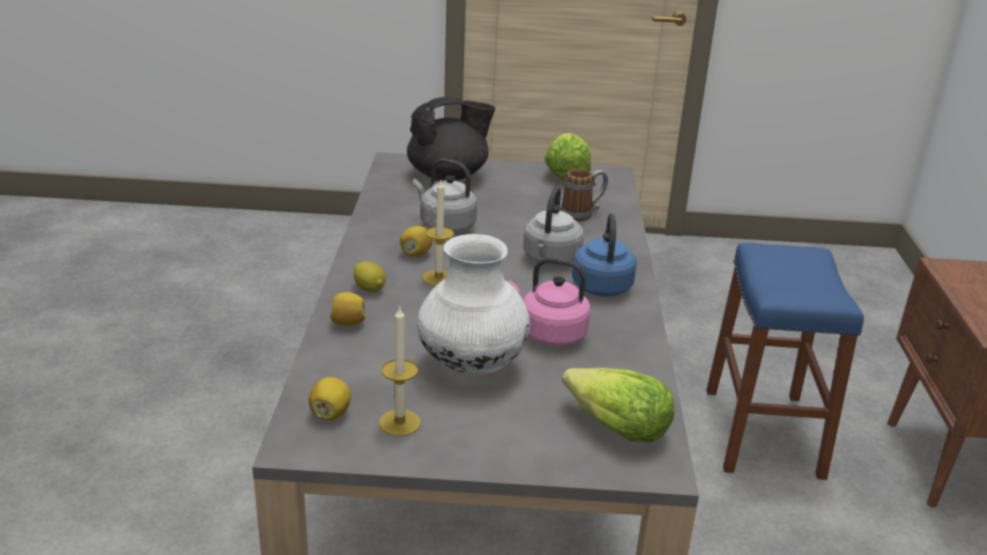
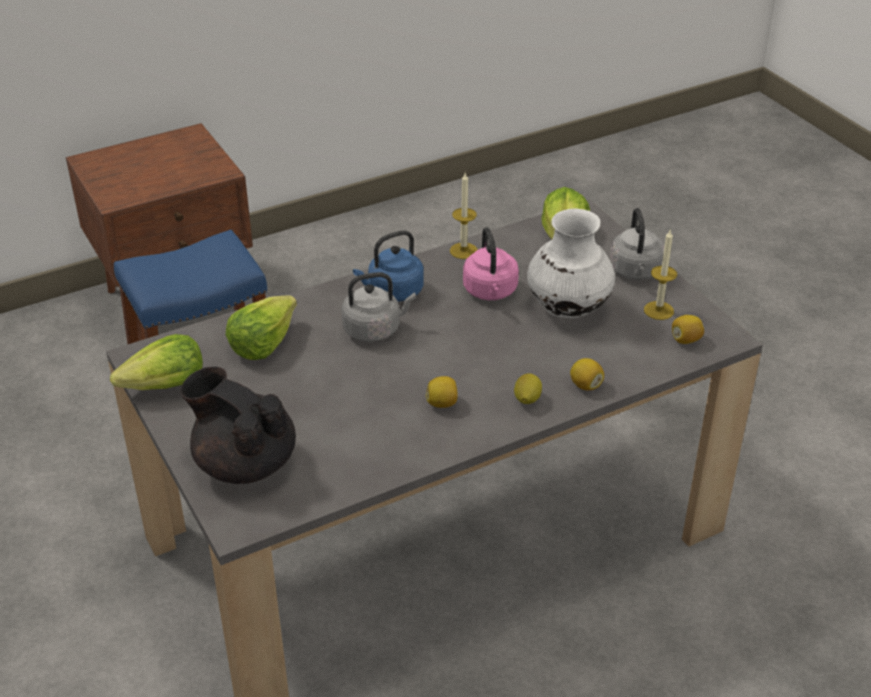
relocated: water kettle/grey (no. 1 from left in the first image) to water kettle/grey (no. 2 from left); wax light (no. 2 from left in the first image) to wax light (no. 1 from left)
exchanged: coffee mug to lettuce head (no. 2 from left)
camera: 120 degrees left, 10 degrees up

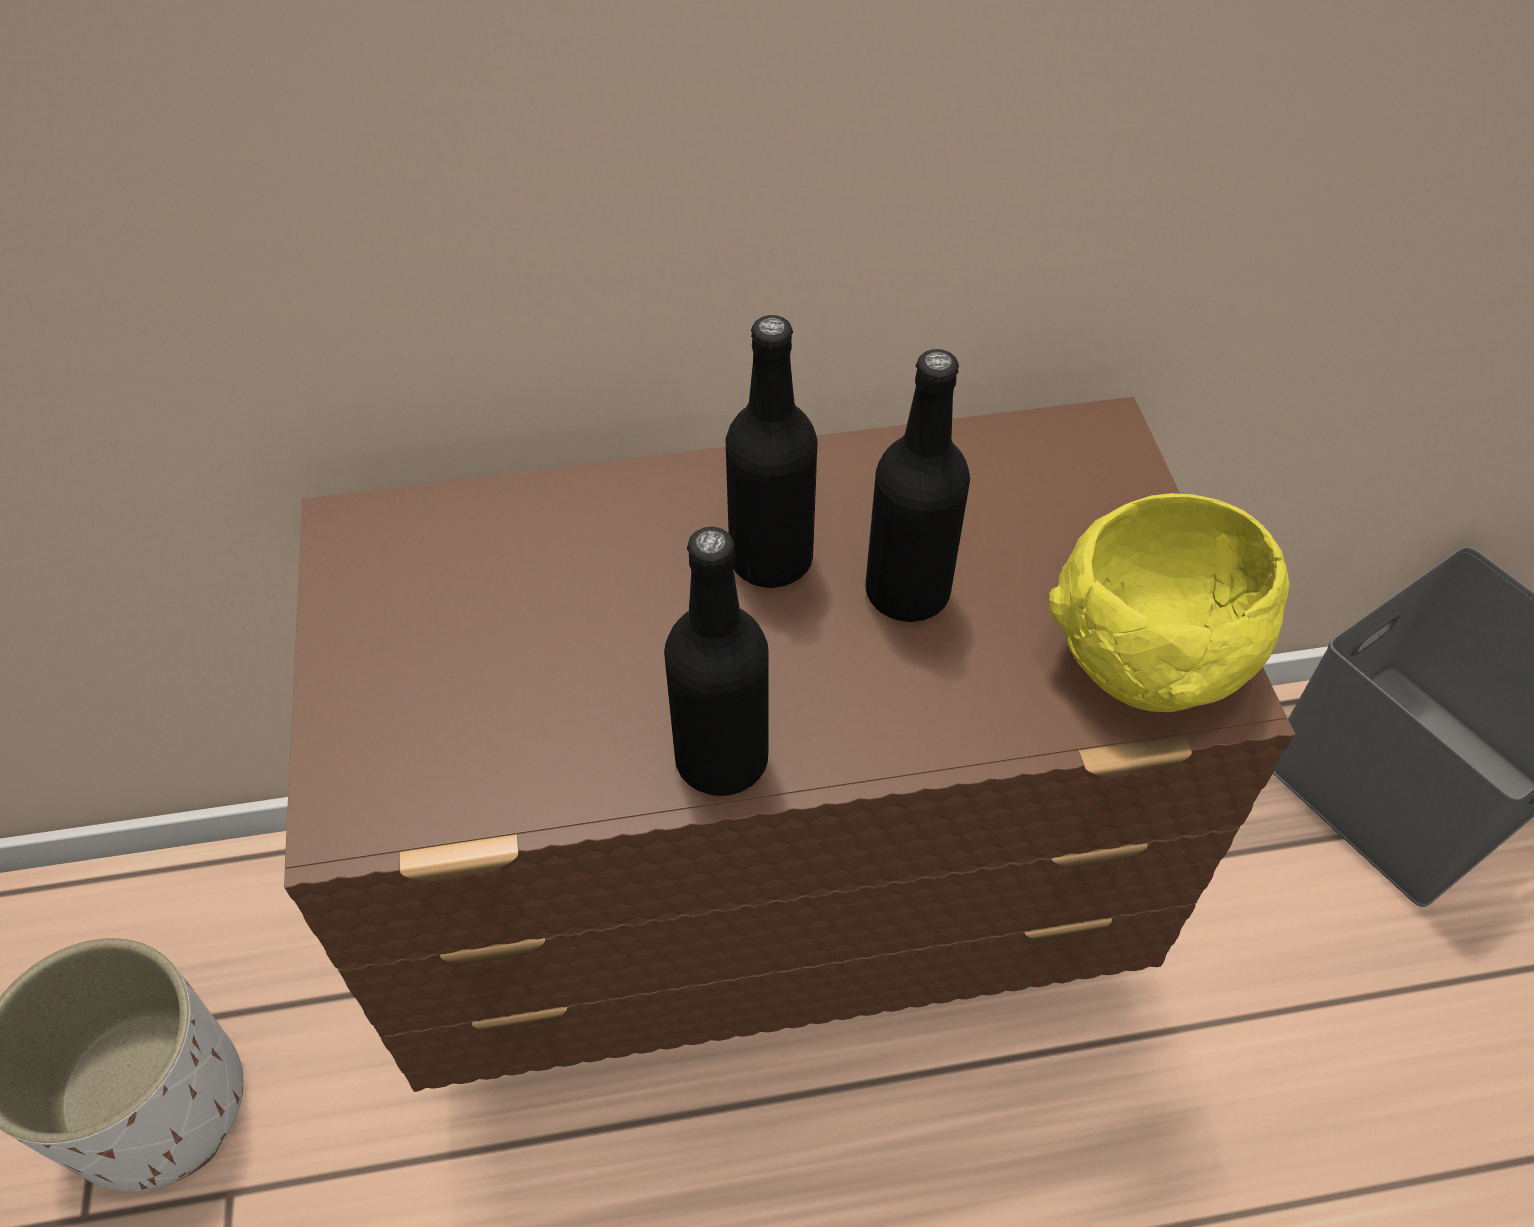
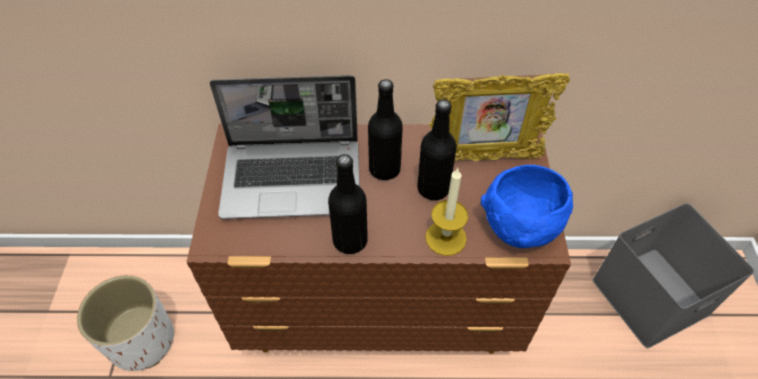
appeared: portable computer; wax light; photo frame
colour: deep dish/yellowish to deep dish/blue
camera: 10 degrees right, 0 degrees up

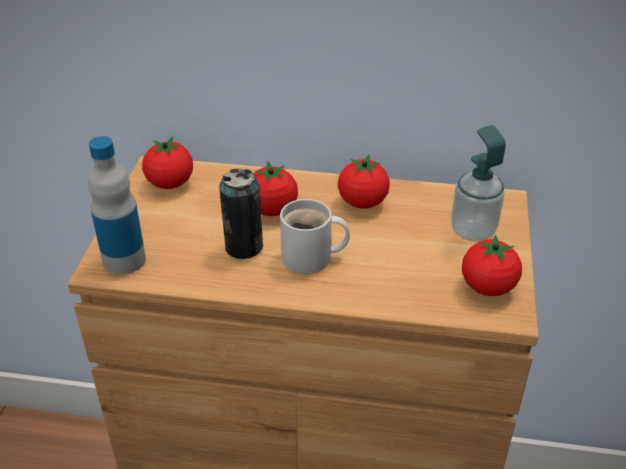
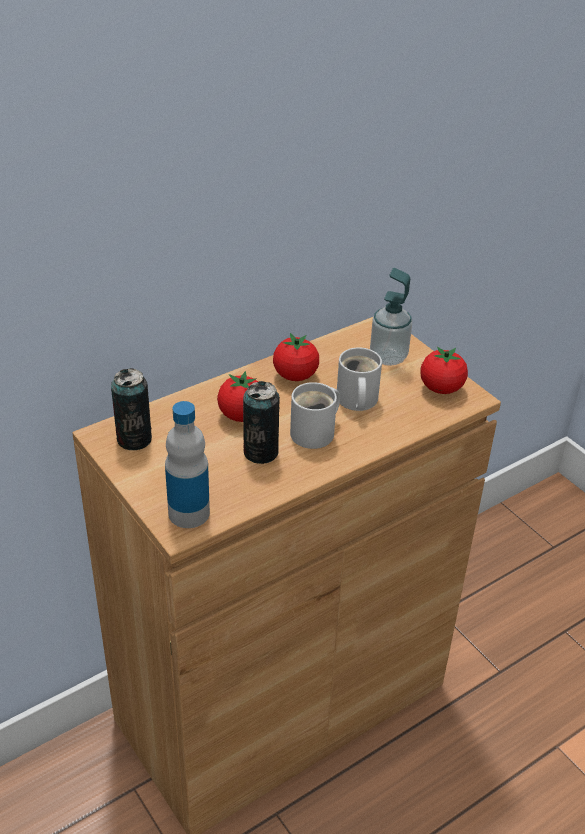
appeared: coffee mug/white-coloured (no. 2 from left)
exchanged: tomato (no. 1 from left) to sealed can (no. 1 from left)
camera: 45 degrees left, 0 degrees up

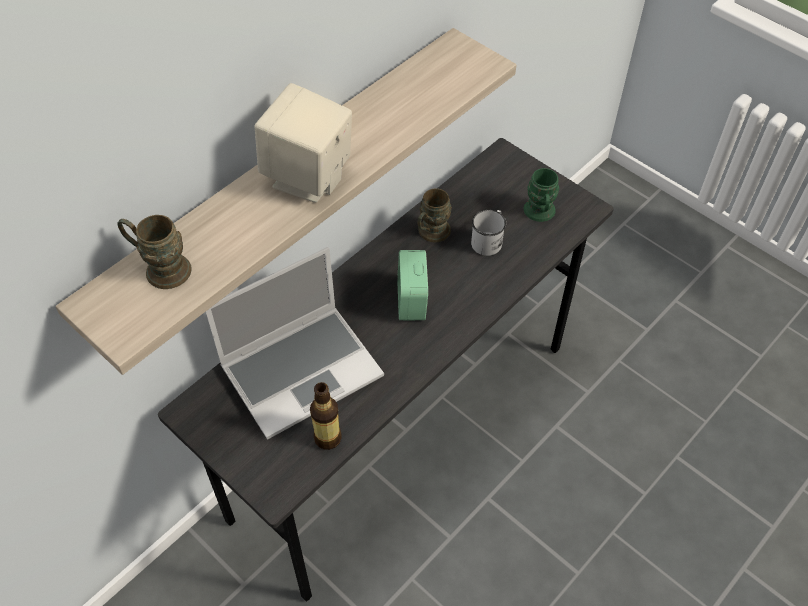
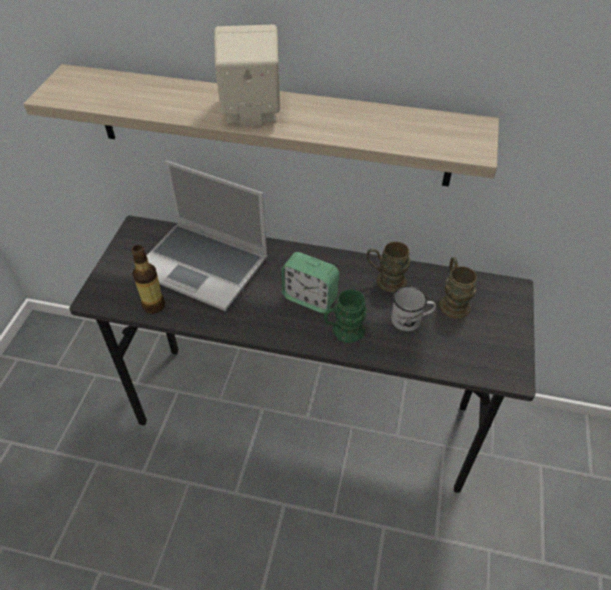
relocated: coffee mug/brown-coloured (no. 1 from left in the first image) to coffee mug/brown-coloured (no. 2 from left); coffee mug/greenish
spun: table clock 120 degrees counterclockwise
camera: 60 degrees right, 5 degrees down

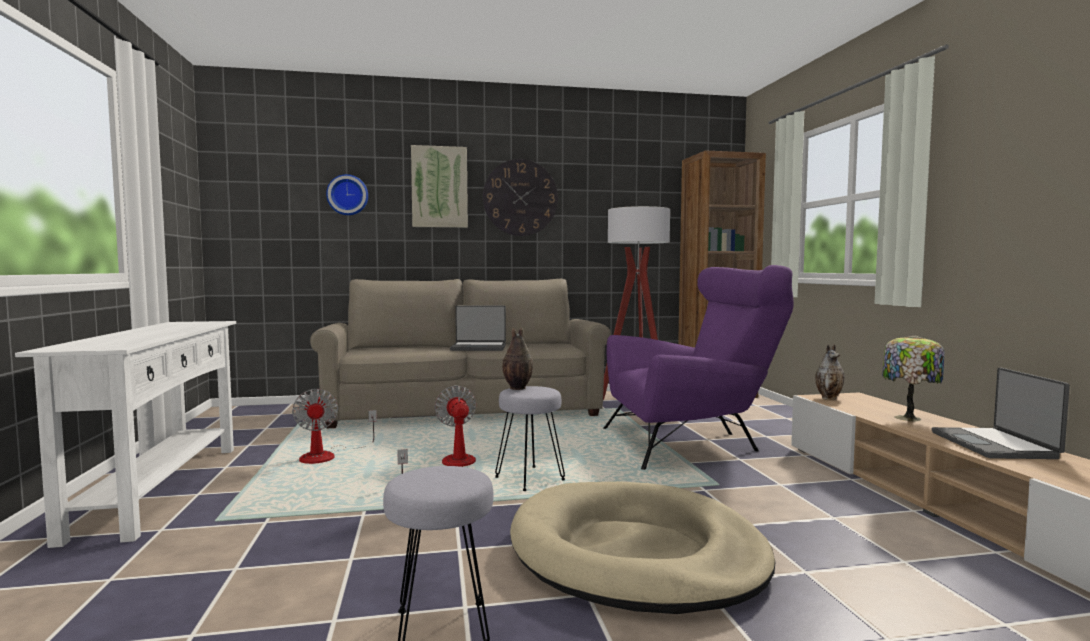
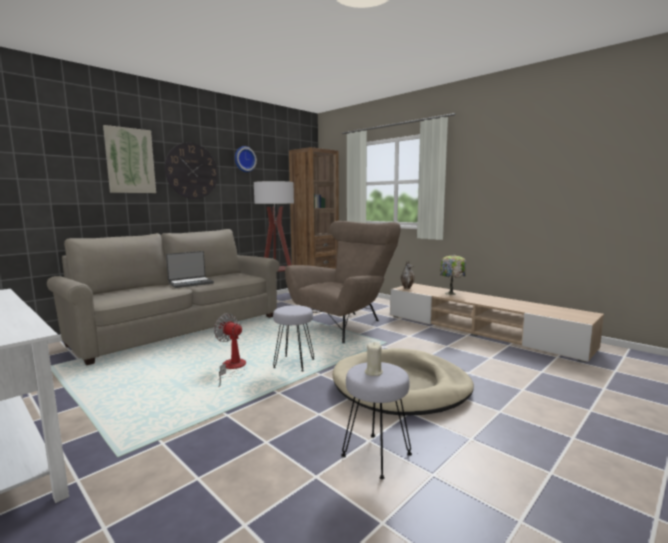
missing: cooling fan (no. 1 from left); flower vase (no. 1 from left); portable computer (no. 2 from left)
appeared: wax light/beige
relocated: hanging clock (no. 1 from left in the first image) to hanging clock (no. 2 from left)
colour: armchair/purple-coloured to armchair/brown-coloured
camera: 35 degrees left, 5 degrees up

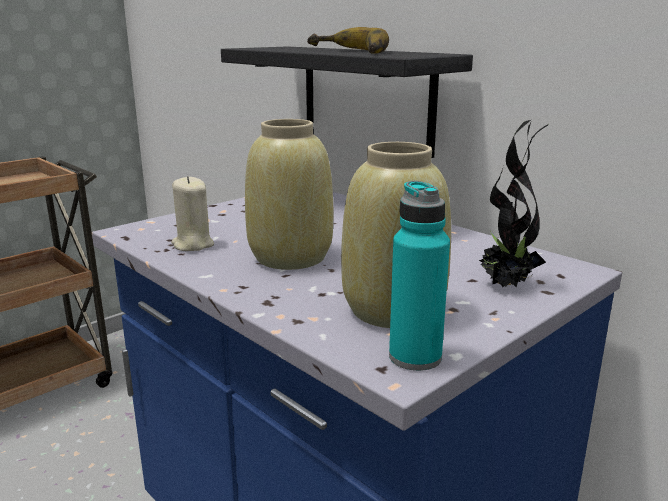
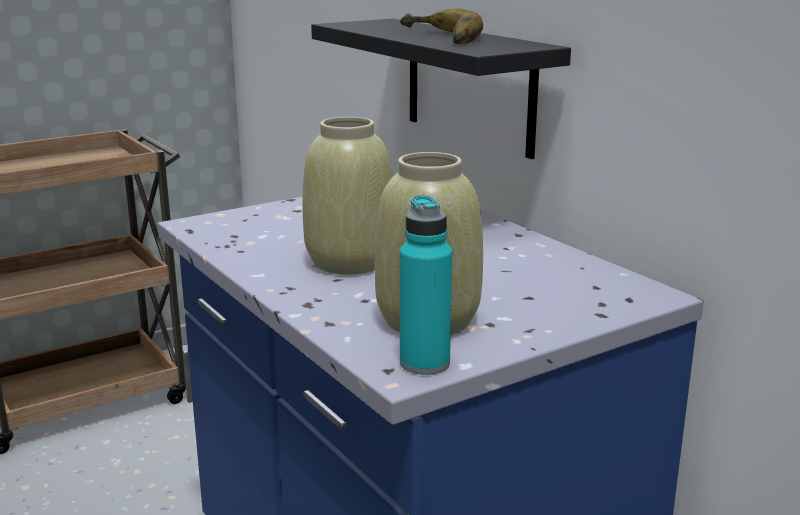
missing: wax light/beige; houseplant
camera: 10 degrees right, 0 degrees up

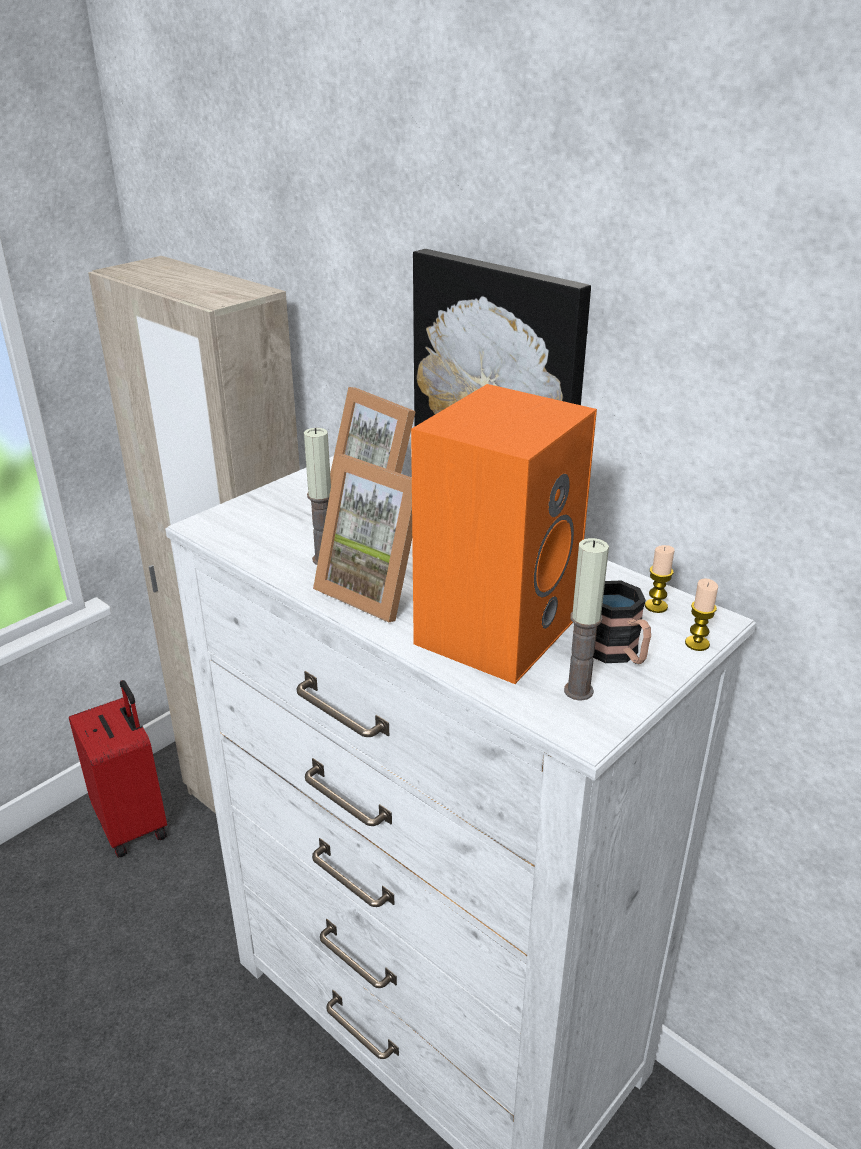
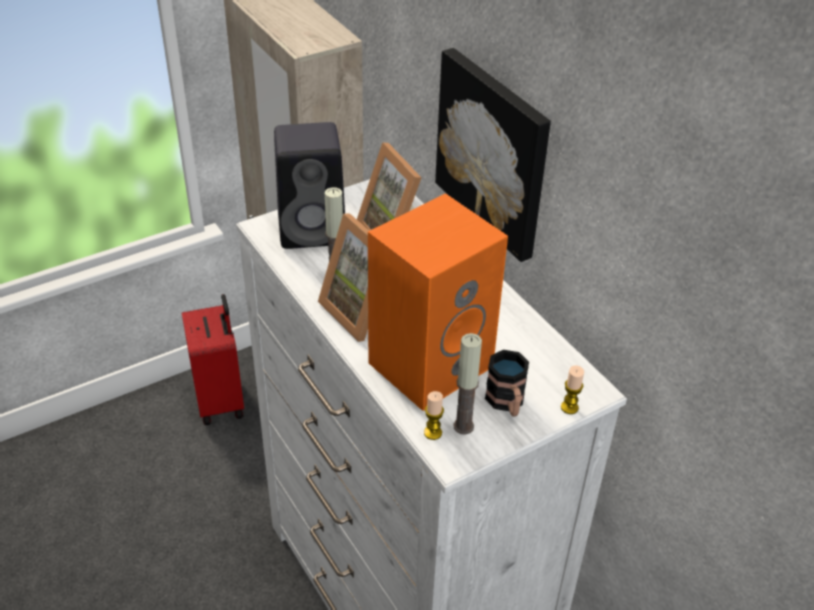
appeared: speaker/black
relocated: wax light (no. 3 from left in the first image) to wax light (no. 2 from left)
camera: 15 degrees right, 10 degrees up

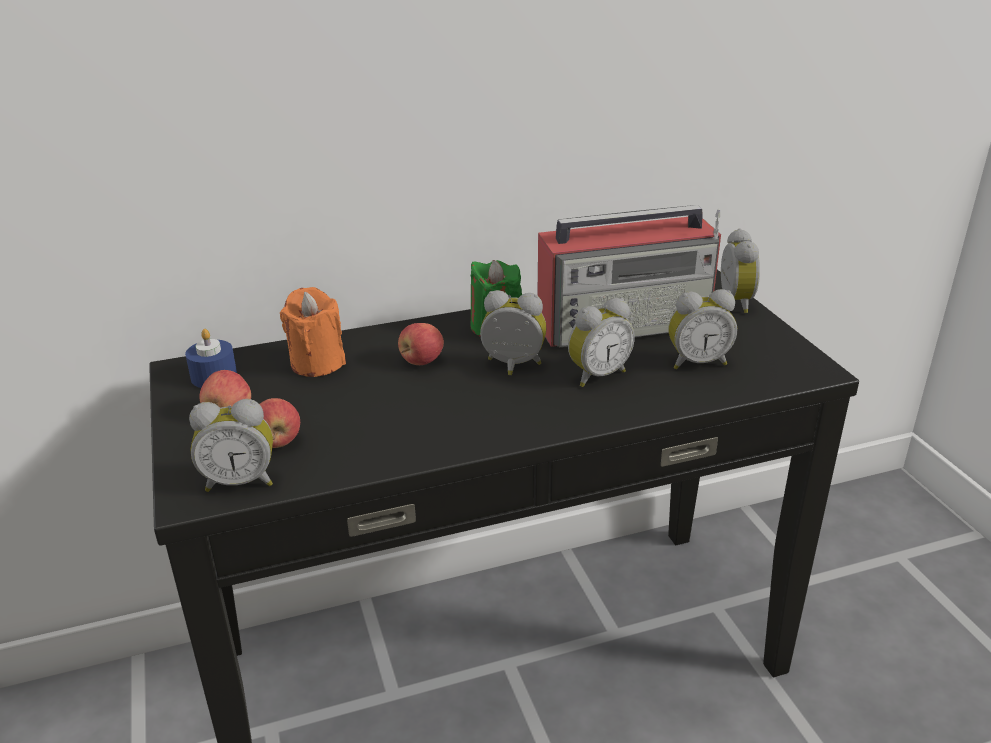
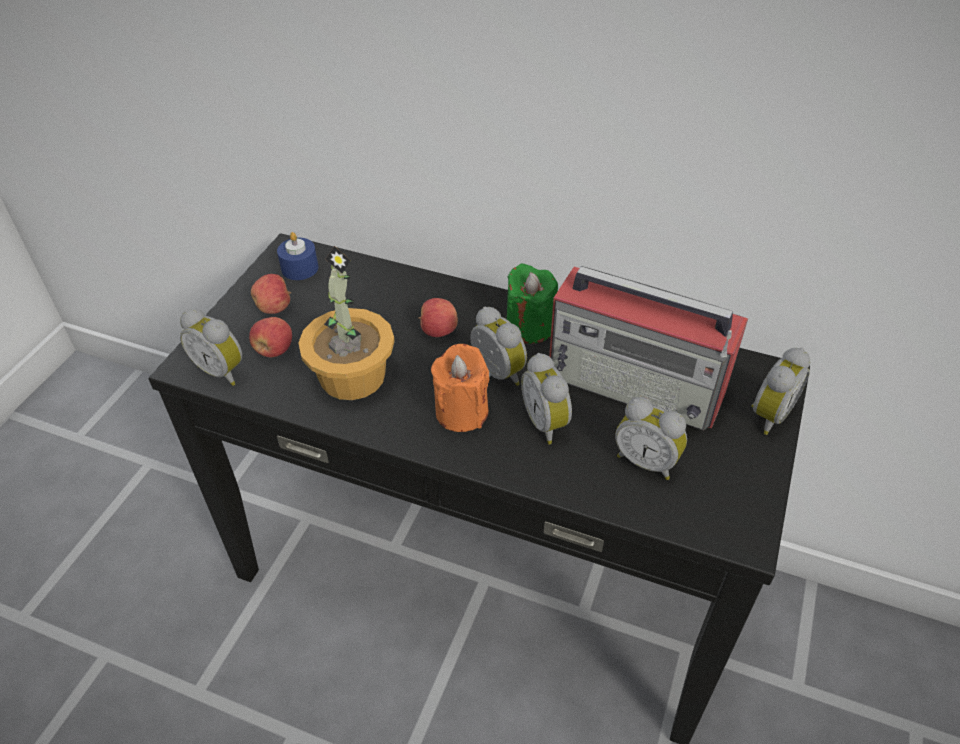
appeared: houseplant
relocated: wax light/orange-coloured
spun: table clock (no. 3 from left) 60 degrees clockwise
camera: 40 degrees right, 15 degrees up

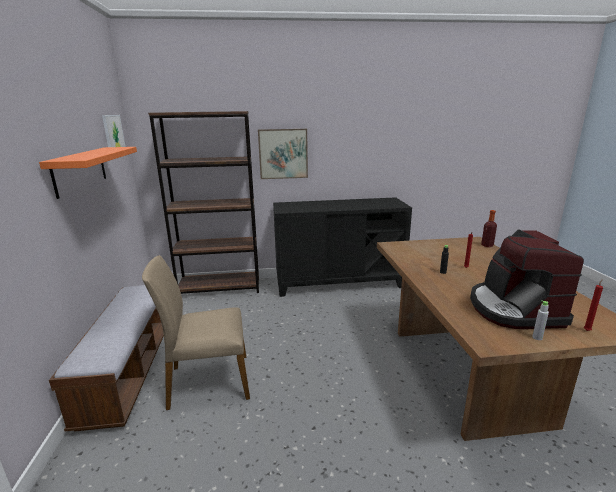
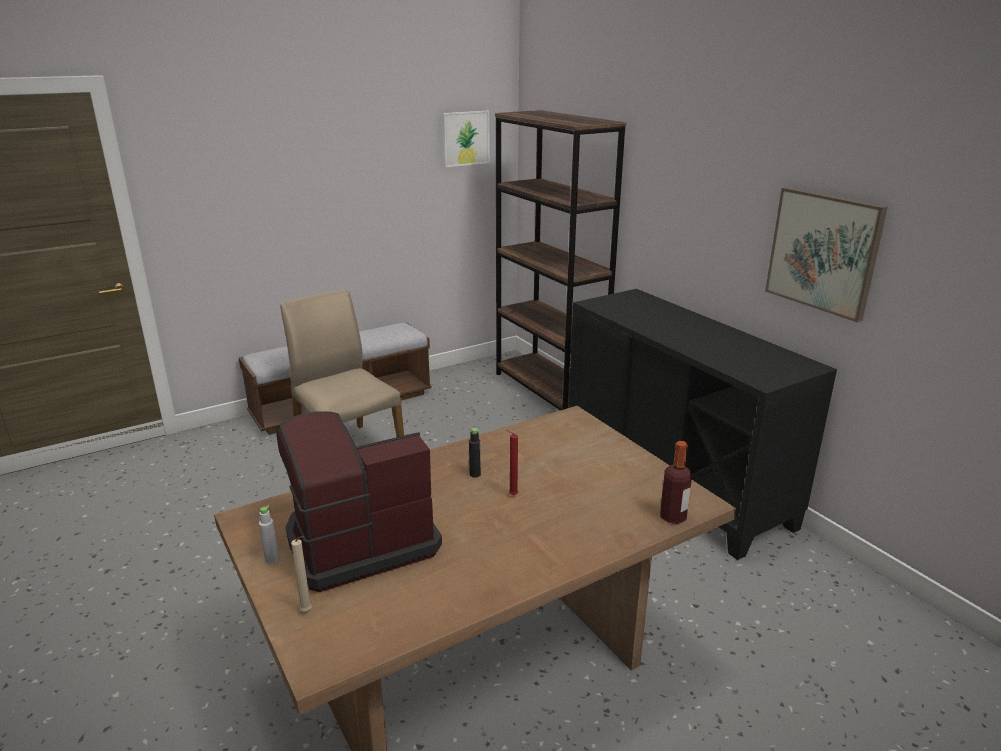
missing: bracket shelf/orange-coloured
relocated: picture (no. 2 from left)
colour: wax light/reddish (no. 2 from left) to wax light/beige
camera: 65 degrees right, 5 degrees up

